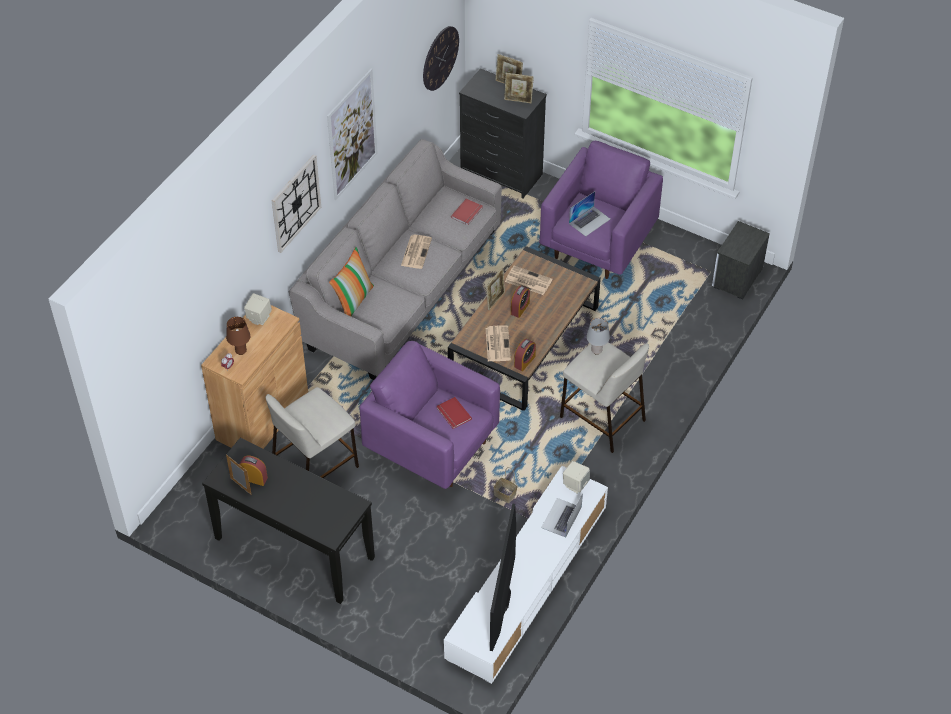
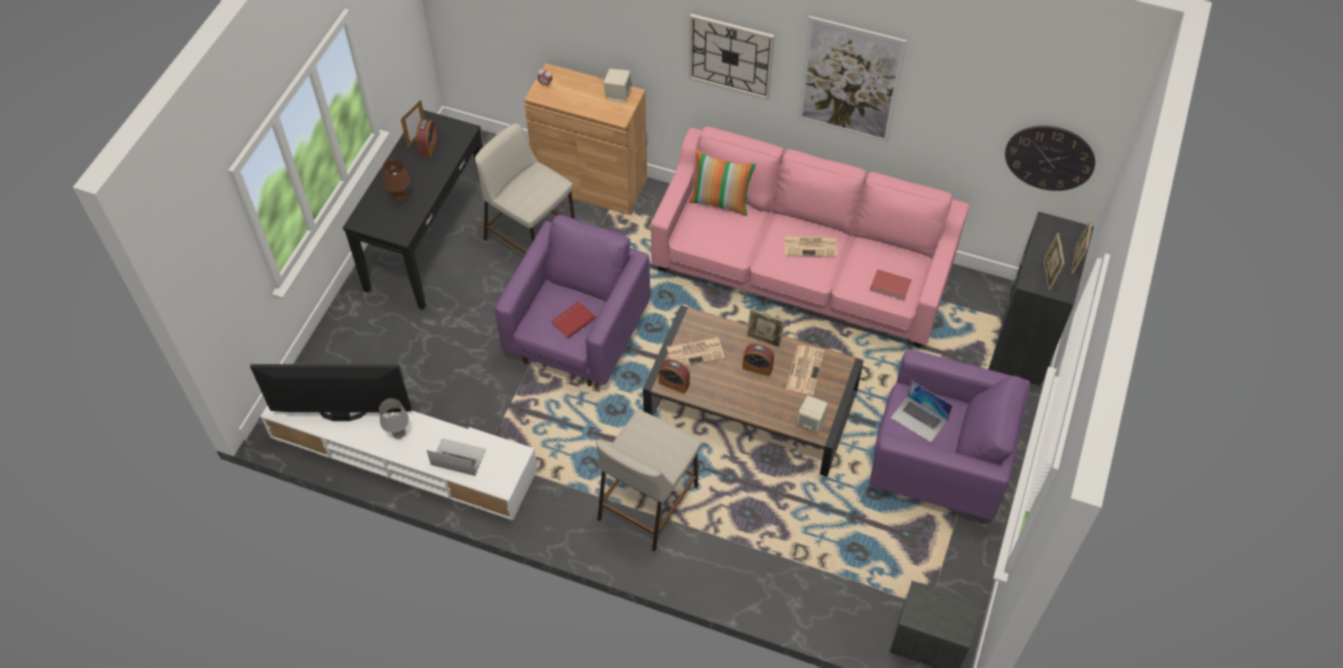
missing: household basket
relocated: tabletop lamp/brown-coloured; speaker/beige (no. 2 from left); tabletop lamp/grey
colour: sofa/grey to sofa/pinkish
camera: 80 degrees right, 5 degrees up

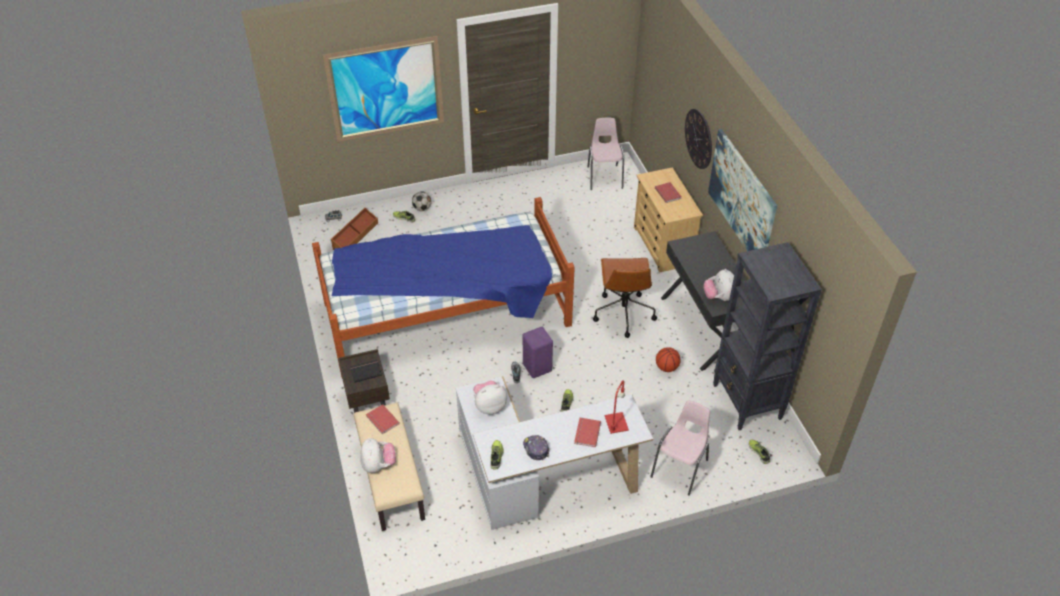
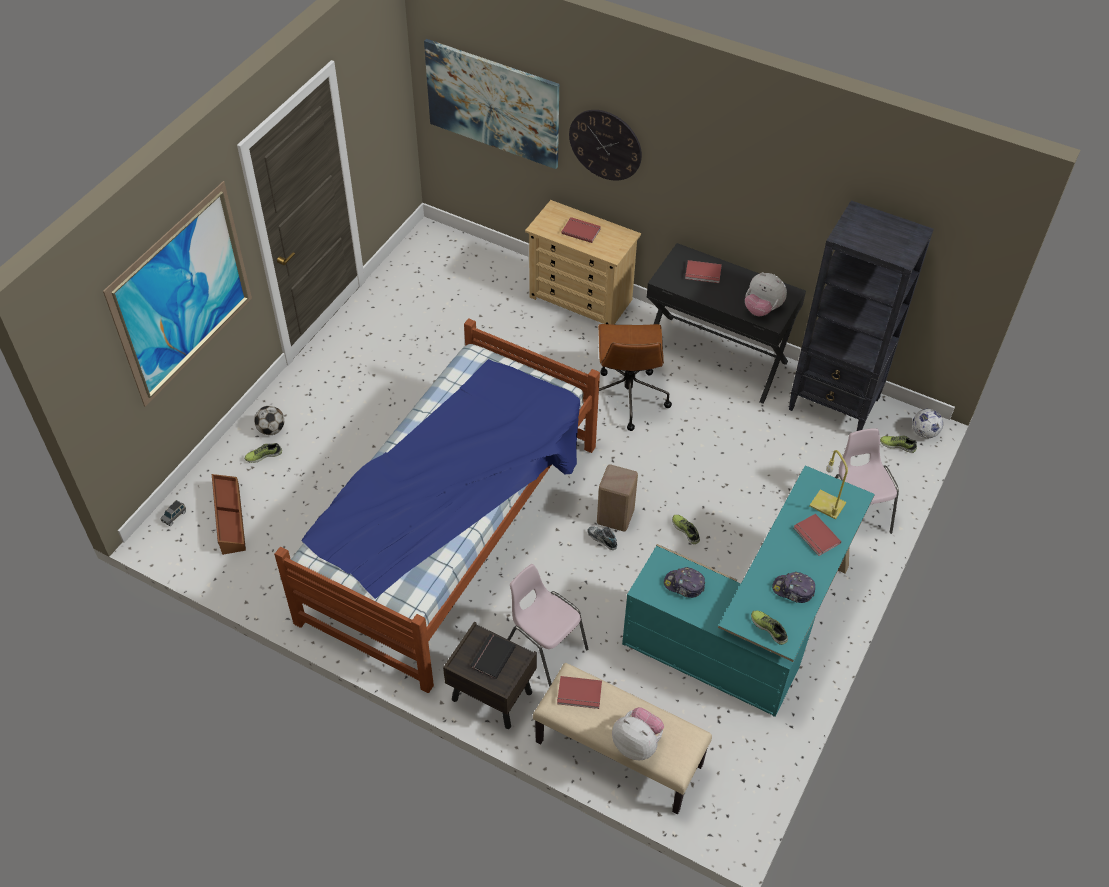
missing: ball for basketball
appeared: bound book/reddish (no. 3 from left); ball for football (no. 2 from left)
relocated: plain chair/pinkish (no. 1 from left); picture (no. 2 from left)
exchanged: soft toy (no. 2 from left) to cap (no. 1 from left)
colour: desk/white-coloured to desk/blue-green; sitting stool/purple-coloured to sitting stool/beige; tabletop lamp/reddish to tabletop lamp/yellowish
spun: desk chair/brown-coloured 45 degrees clockwise
camera: 45 degrees left, 5 degrees up

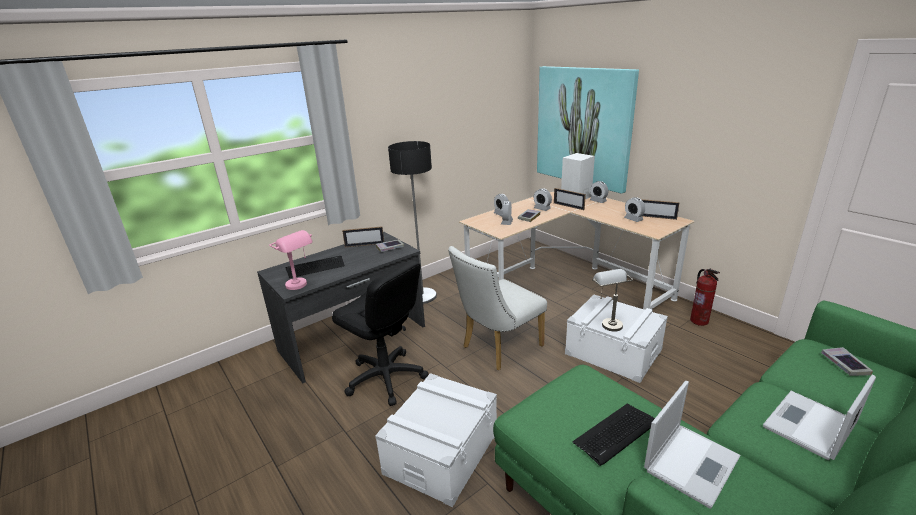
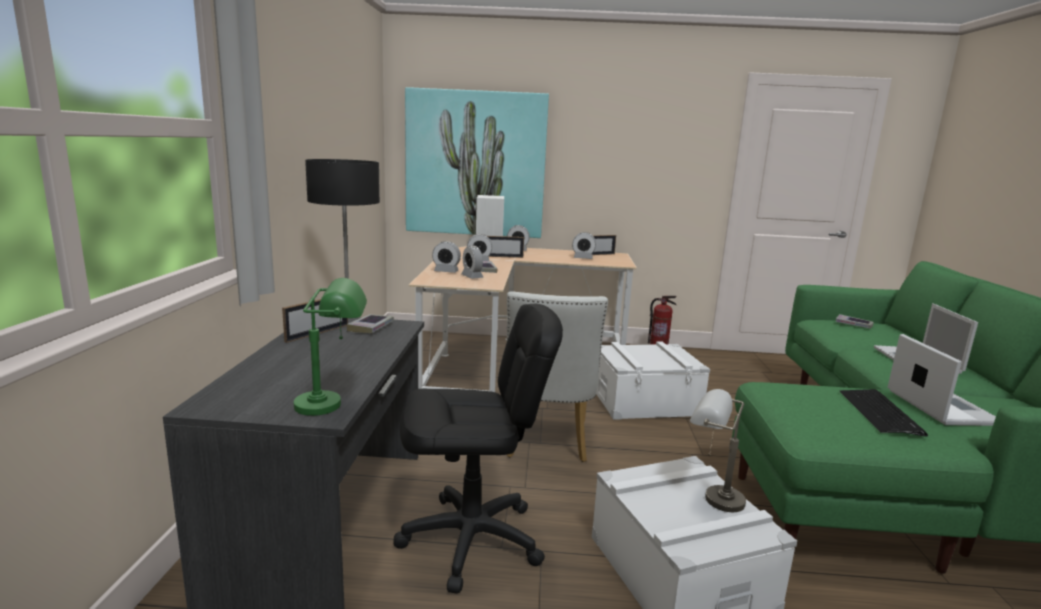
missing: keyboard (no. 1 from left)
relocated: tabletop lamp/grey
colour: tabletop lamp/pinkish to tabletop lamp/greenish
camera: 50 degrees left, 10 degrees down

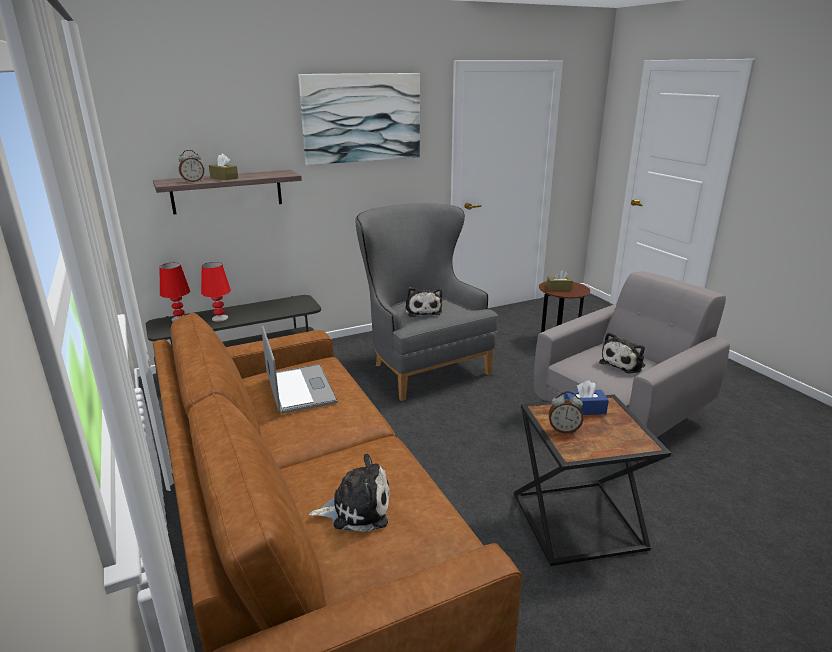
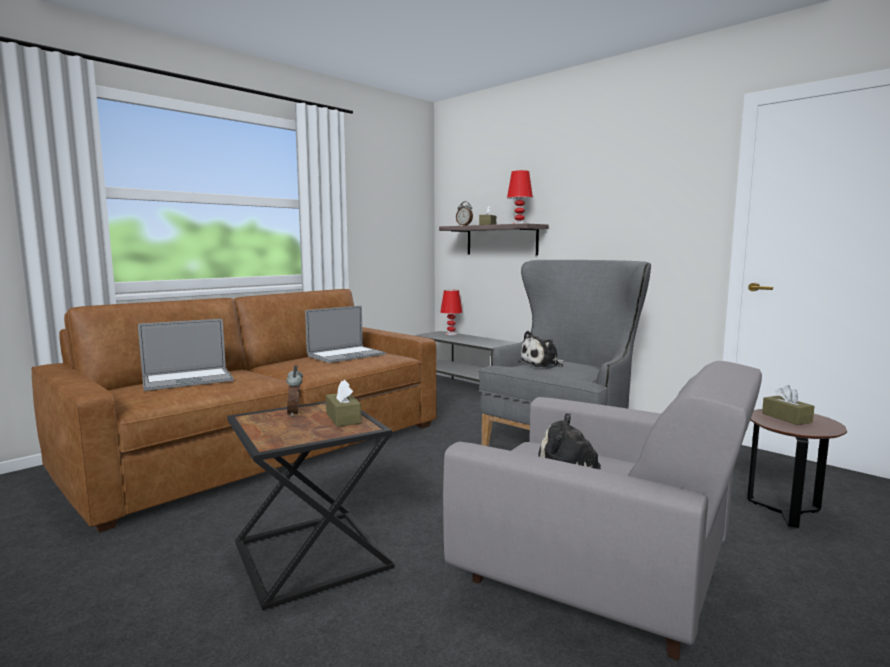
missing: picture
relocated: tabletop lamp/reddish (no. 2 from left)
exchanged: soft toy (no. 1 from left) to portable computer (no. 1 from left)
colour: box of tissues/blue to box of tissues/brown-coloured (no. 1 from left)
camera: 70 degrees right, 15 degrees down

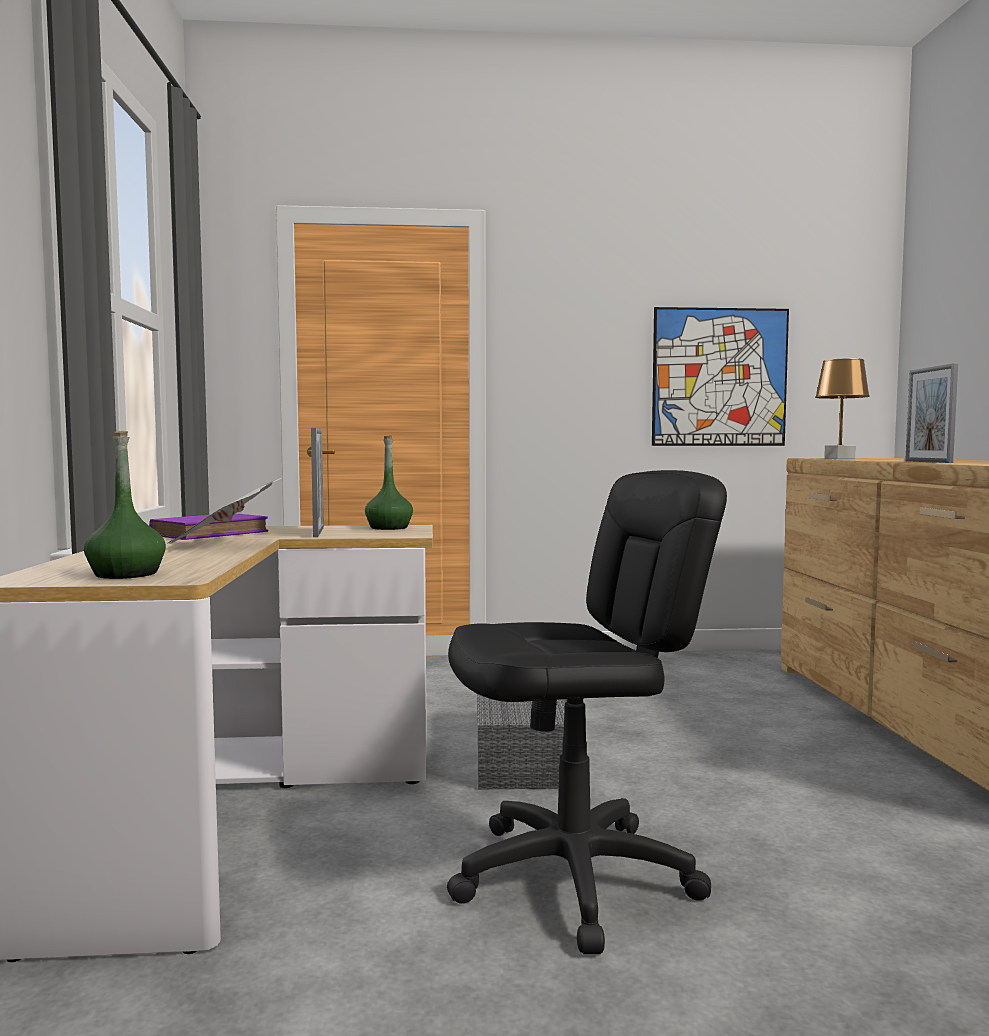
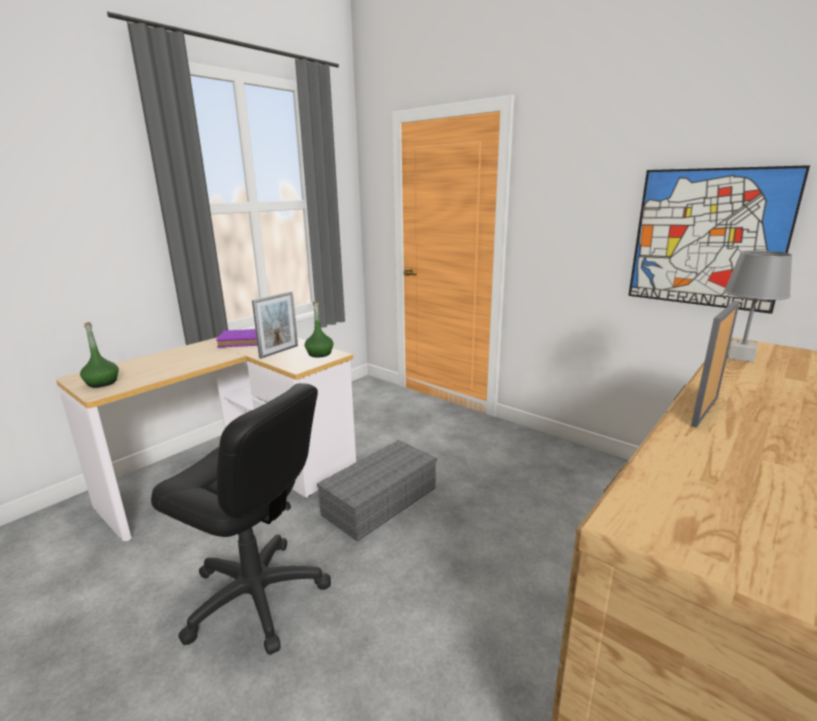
missing: newspaper
colour: tabletop lamp/brown-coloured to tabletop lamp/grey
camera: 45 degrees right, 15 degrees up

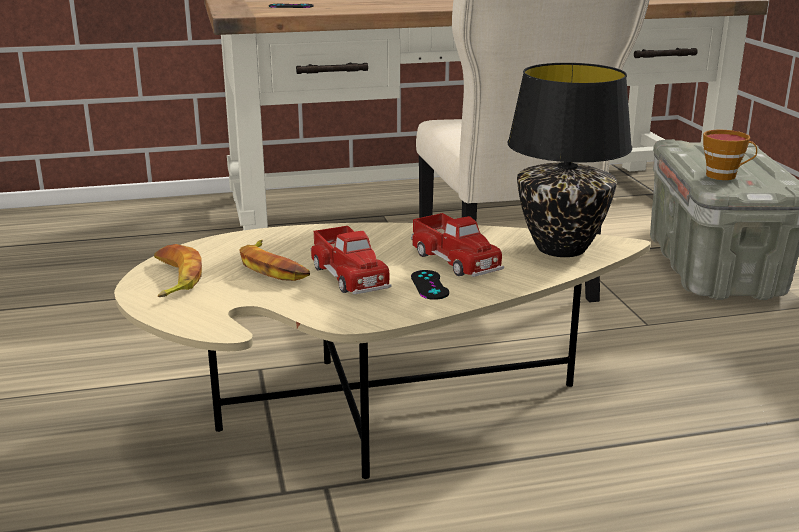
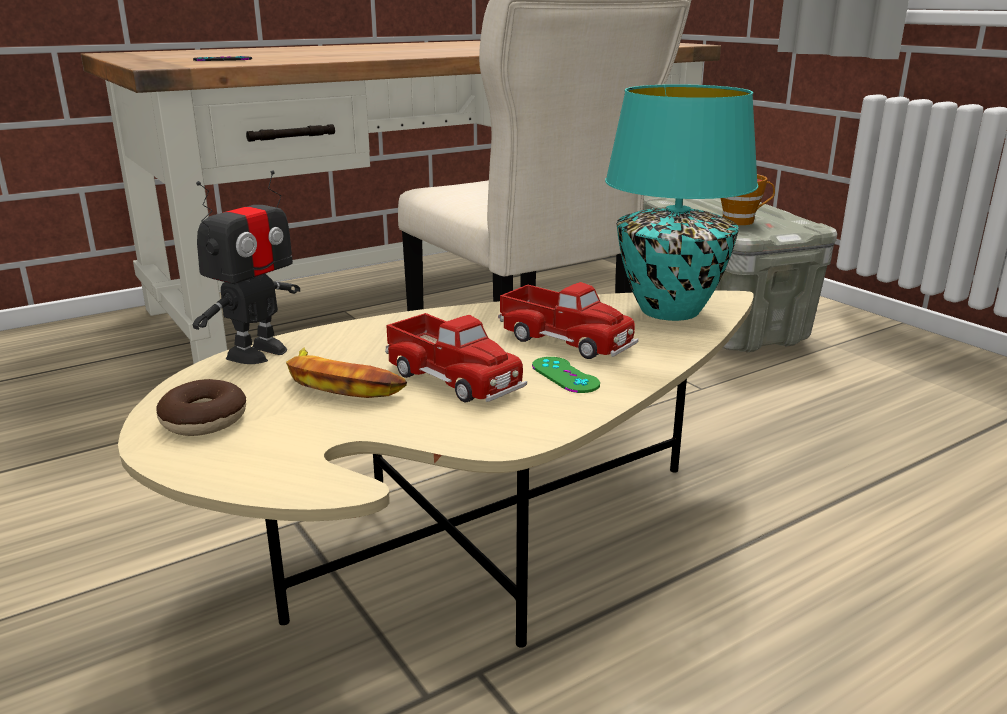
appeared: toy robot
exchanged: banana (no. 1 from left) to ring doughnut
colour: game controller/black (no. 2 from left) to game controller/greenish; tabletop lamp/black to tabletop lamp/blue-green
camera: 20 degrees left, 0 degrees up

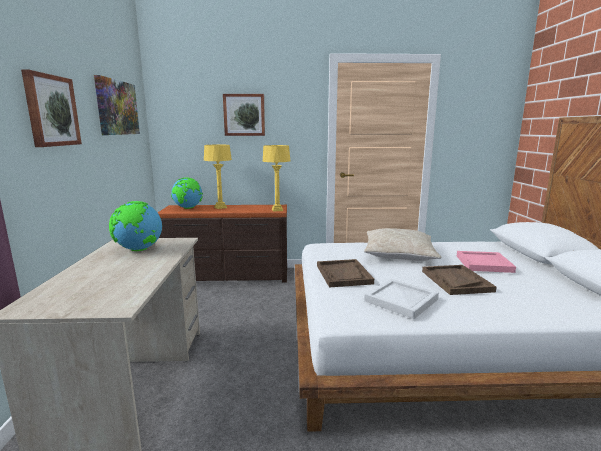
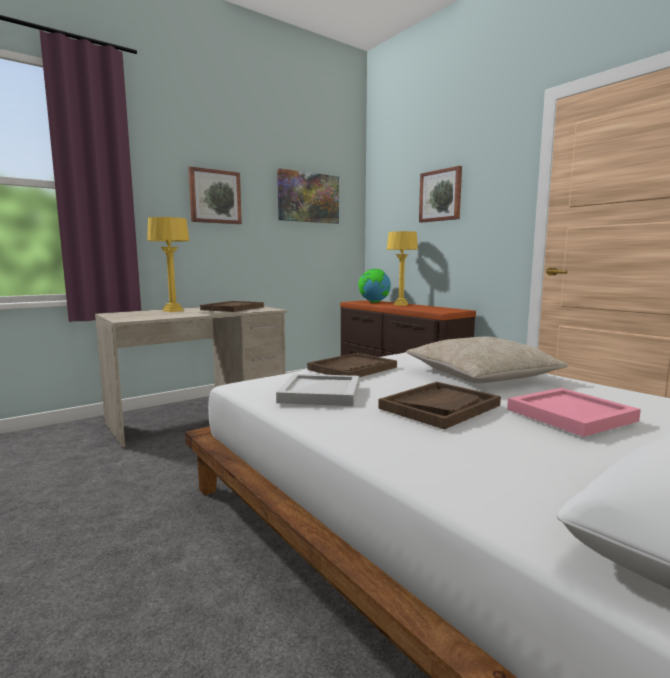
relocated: tabletop lamp/yellowish (no. 2 from left in the first image) to tabletop lamp/yellowish (no. 1 from left)
exchanged: globe (no. 1 from left) to tray/brown-coloured (no. 1 from left)
camera: 55 degrees right, 5 degrees down

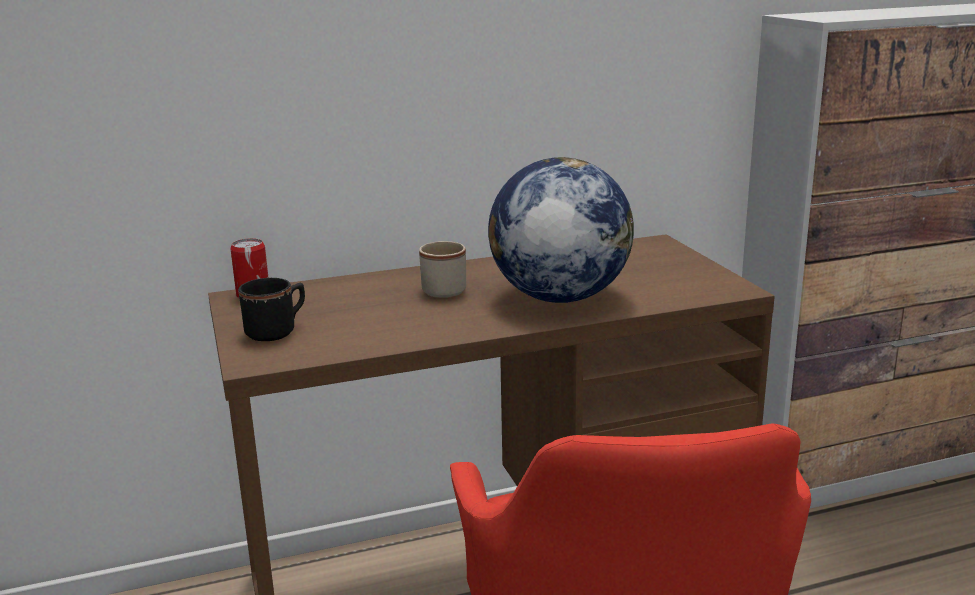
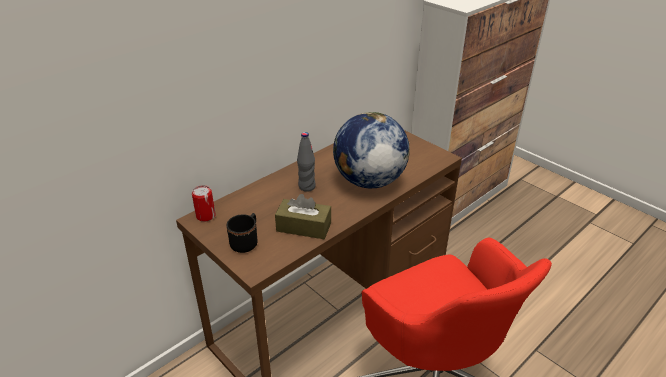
appeared: box of tissues/brown-coloured
exchanged: coffee mug/beige to beverage bottle/grey
camera: 25 degrees left, 15 degrees up

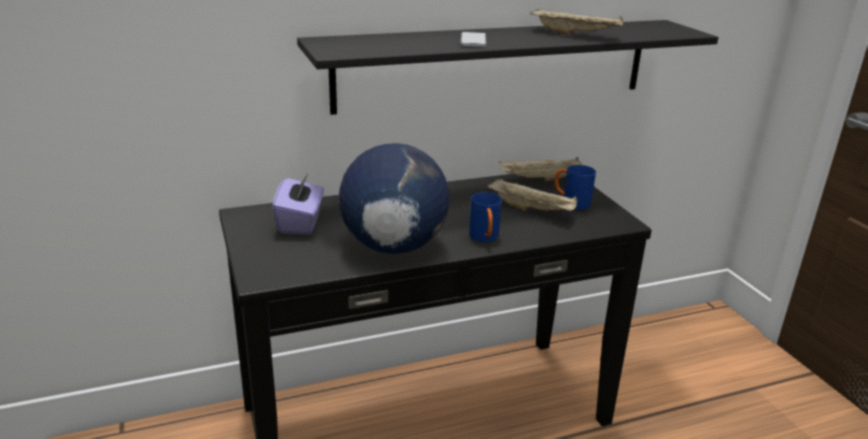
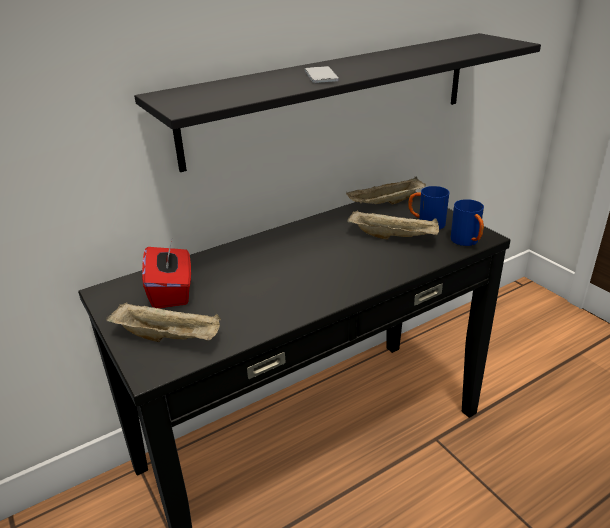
missing: globe
relocated: coffee mug/blue (no. 1 from left in the first image) to coffee mug/blue (no. 2 from left); tray/beige (no. 3 from left in the first image) to tray/beige (no. 1 from left)
colour: box of tissues/purple-coloured to box of tissues/reddish
camera: 10 degrees left, 5 degrees up

